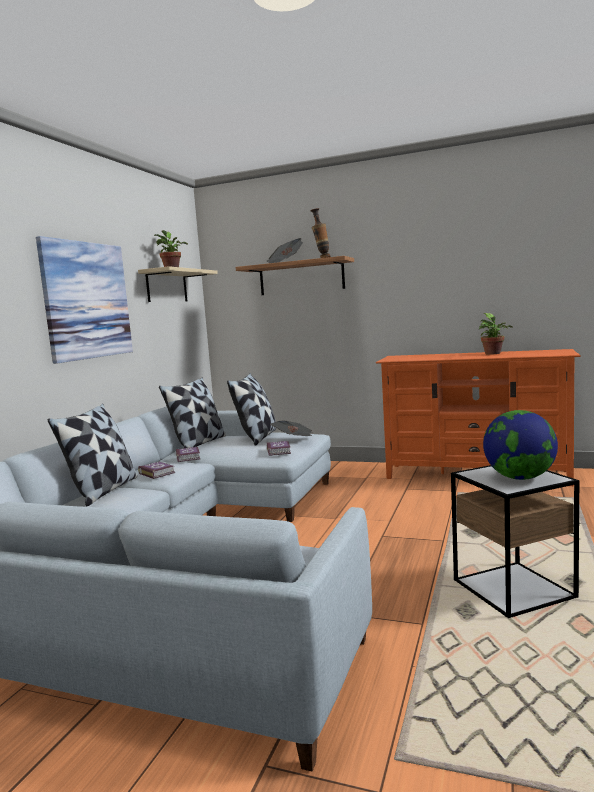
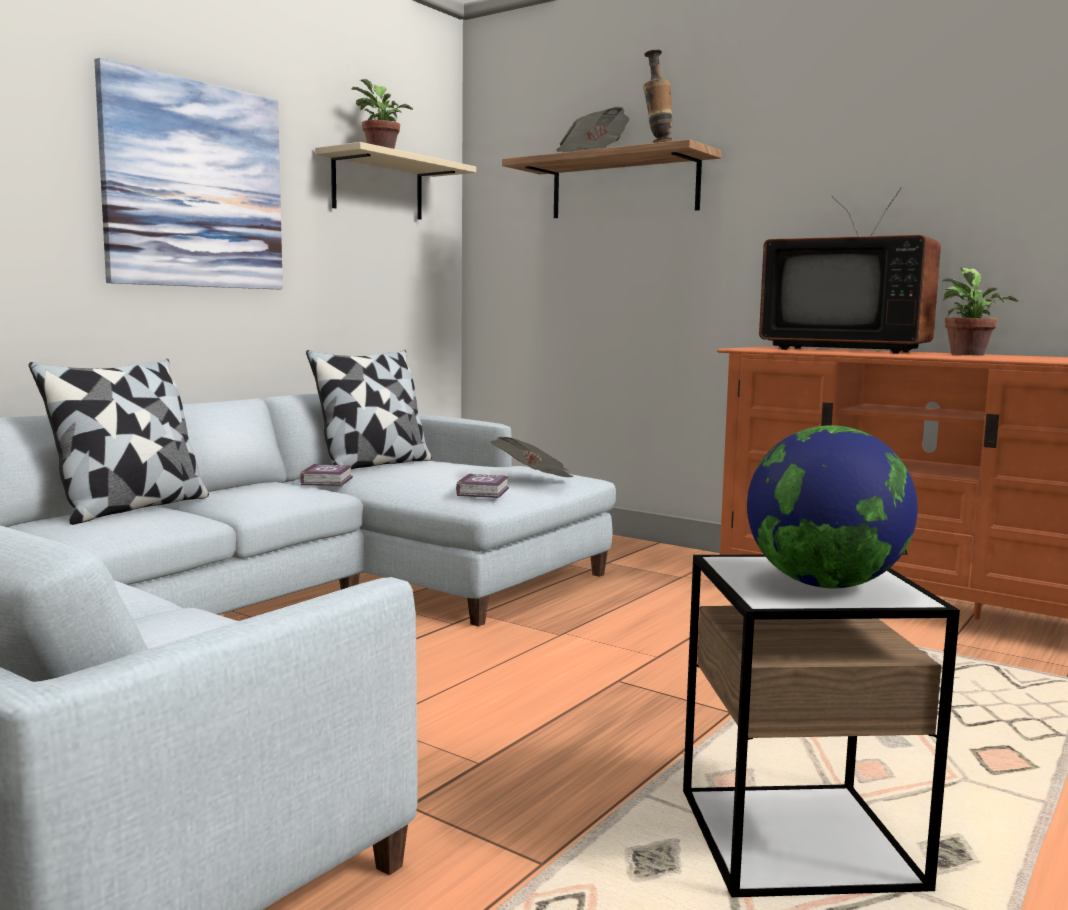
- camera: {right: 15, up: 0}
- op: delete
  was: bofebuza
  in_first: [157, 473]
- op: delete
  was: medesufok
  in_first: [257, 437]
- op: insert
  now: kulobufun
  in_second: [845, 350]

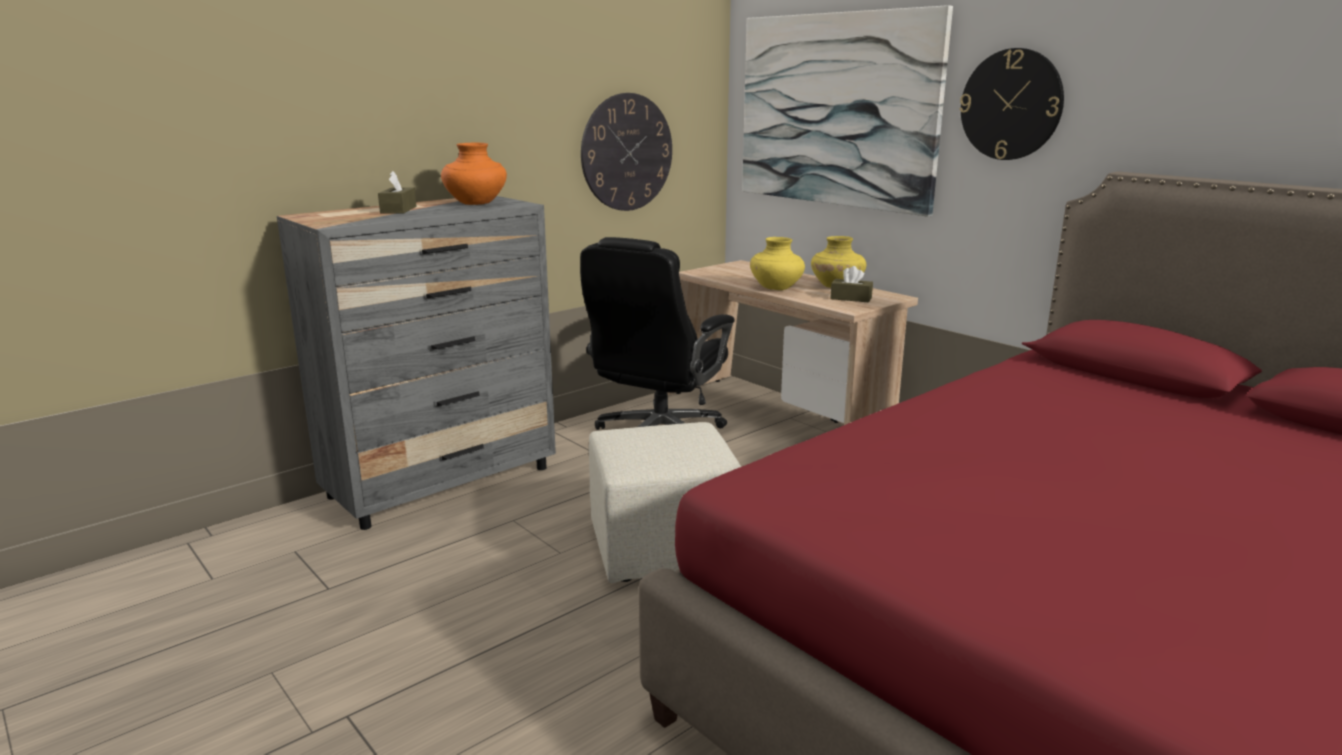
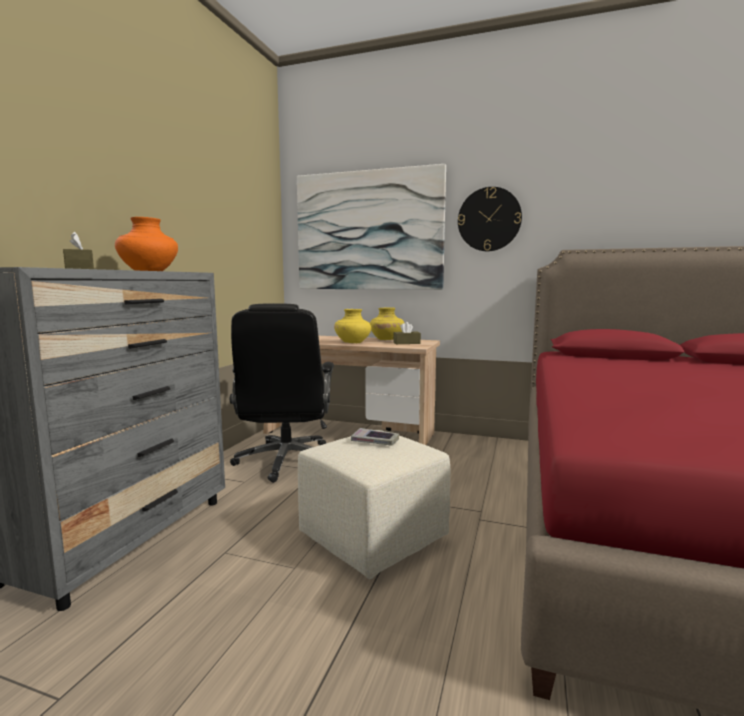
- camera: {right: -30, up: -10}
- op: delete
  was: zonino
  in_first: [627, 152]
- op: insert
  now: bofebuza
  in_second: [375, 441]

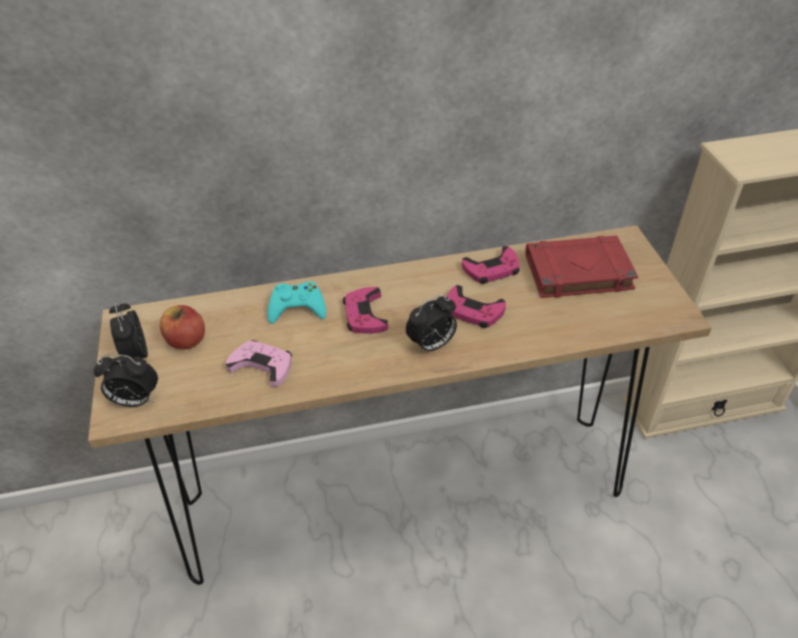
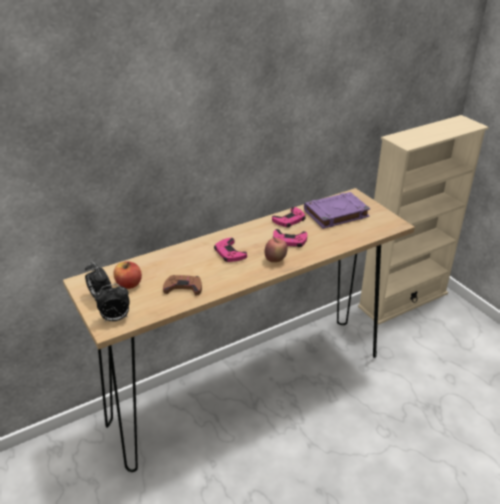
- camera: {right: -20, up: -10}
- op: recolor
  was: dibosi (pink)
  now: dibosi (brown)
  in_first: [262, 366]
  in_second: [183, 287]
- op: delete
  was: dibosi (turquoise)
  in_first: [297, 307]
- op: replace
  was: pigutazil
  now: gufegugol
  in_first: [431, 345]
  in_second: [275, 260]
- op: recolor
  was: bofebuza (red)
  now: bofebuza (purple)
  in_first: [577, 272]
  in_second: [335, 214]

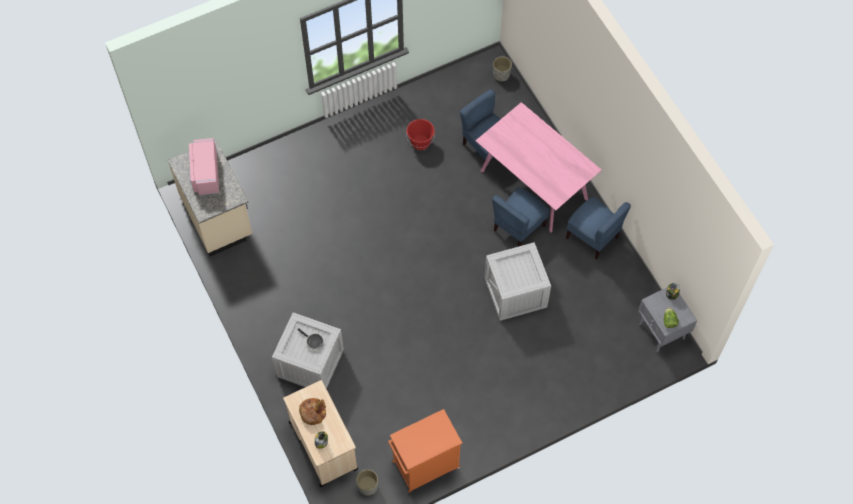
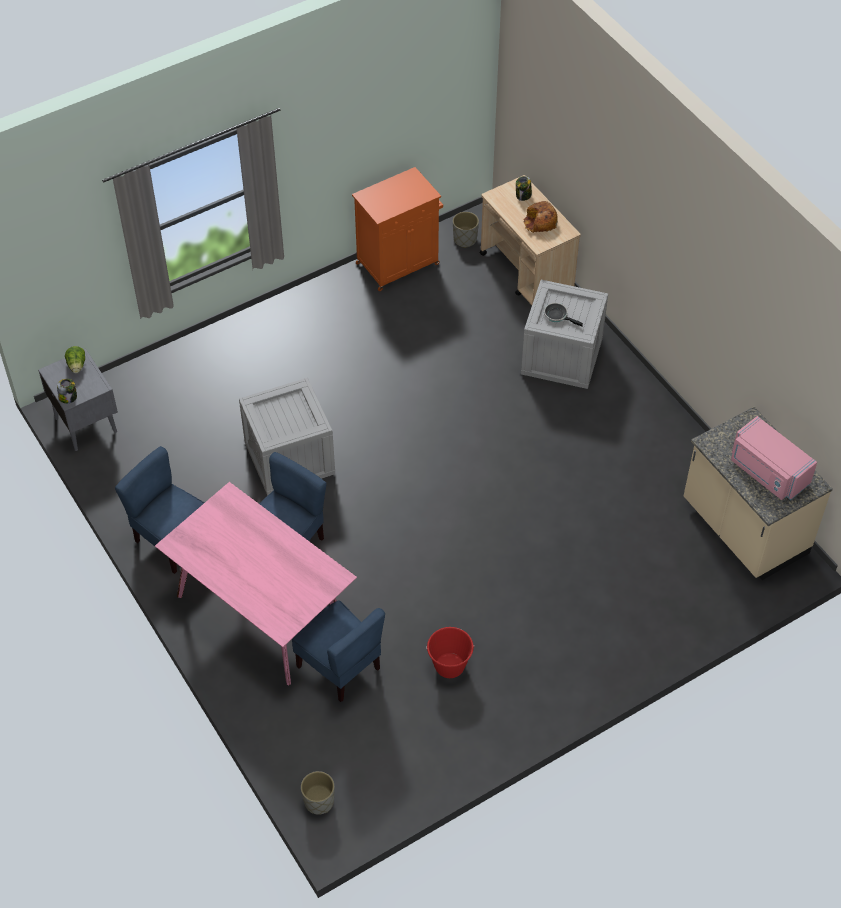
- camera: {right: 175, up: -10}
- op: rotate
  was: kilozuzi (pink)
  in_first: [205, 173]
  in_second: [767, 472]
  clockwise: 150

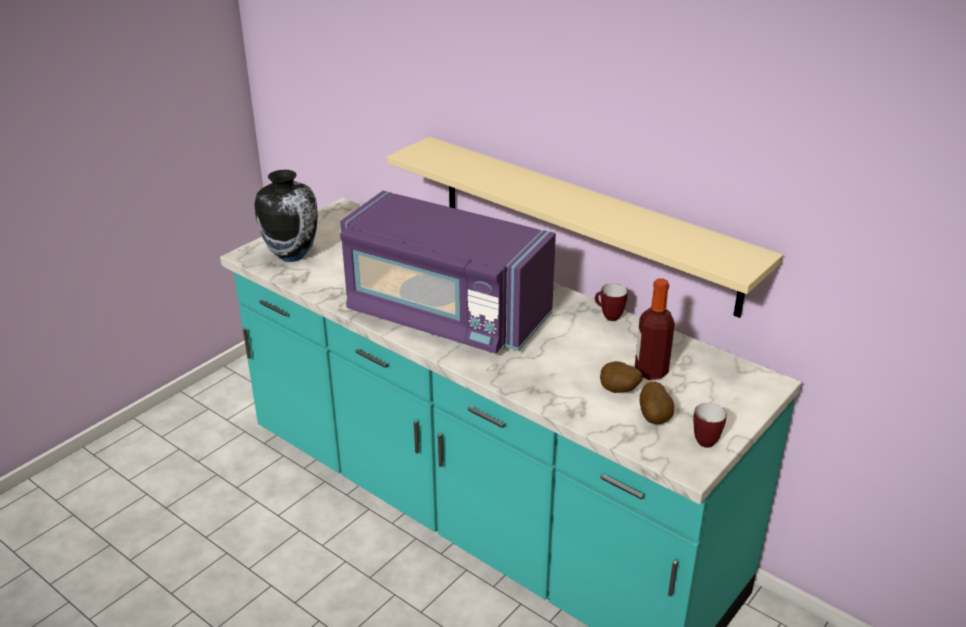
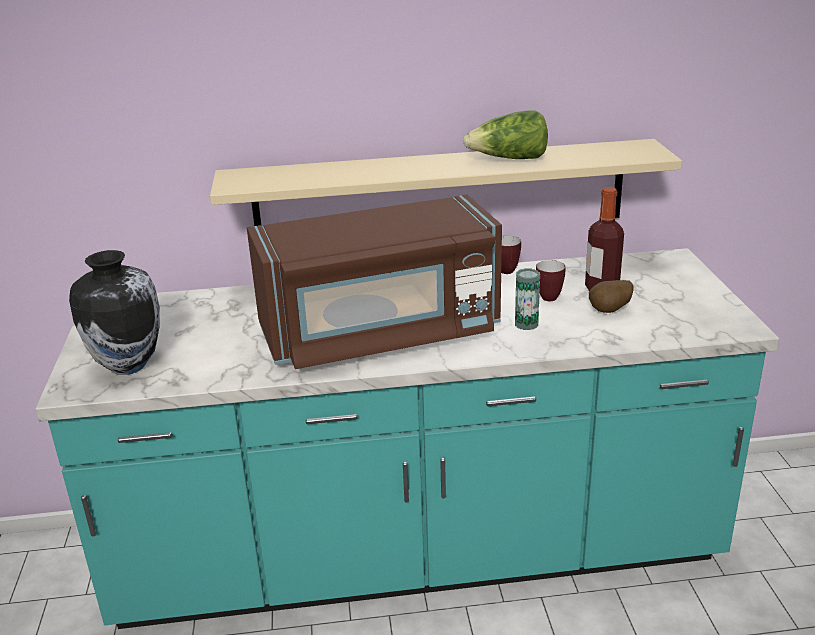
- camera: {right: -45, up: -5}
- op: recolor
  was: kilozuzi (purple)
  now: kilozuzi (brown)
  in_first: [445, 315]
  in_second: [380, 333]
- op: delete
  was: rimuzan
  in_first: [655, 417]
- op: move
  was: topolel
  in_first: [707, 440]
  in_second: [547, 296]
- op: insert
  now: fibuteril
  in_second: [509, 160]
- op: insert
  now: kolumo
  in_second: [526, 324]

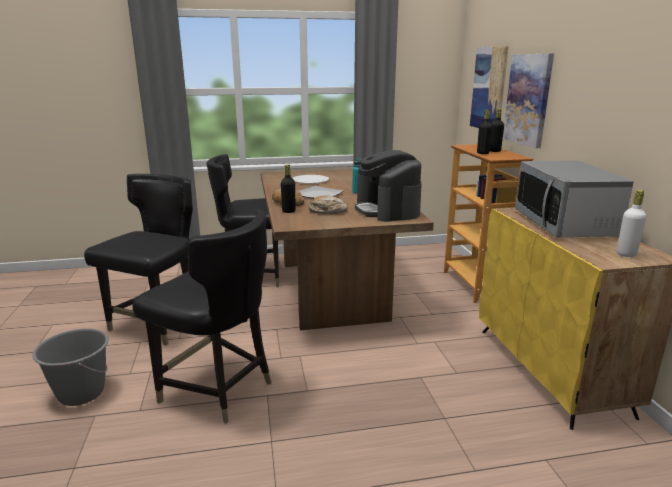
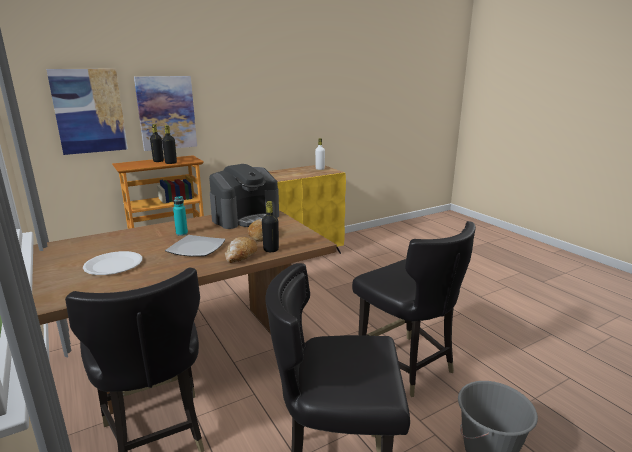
- camera: {right: -110, up: 0}
- op: rotate
  was: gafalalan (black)
  in_first: [218, 389]
  in_second: [406, 365]
  clockwise: 135
- op: delete
  was: kilozuzi
  in_first: [564, 225]

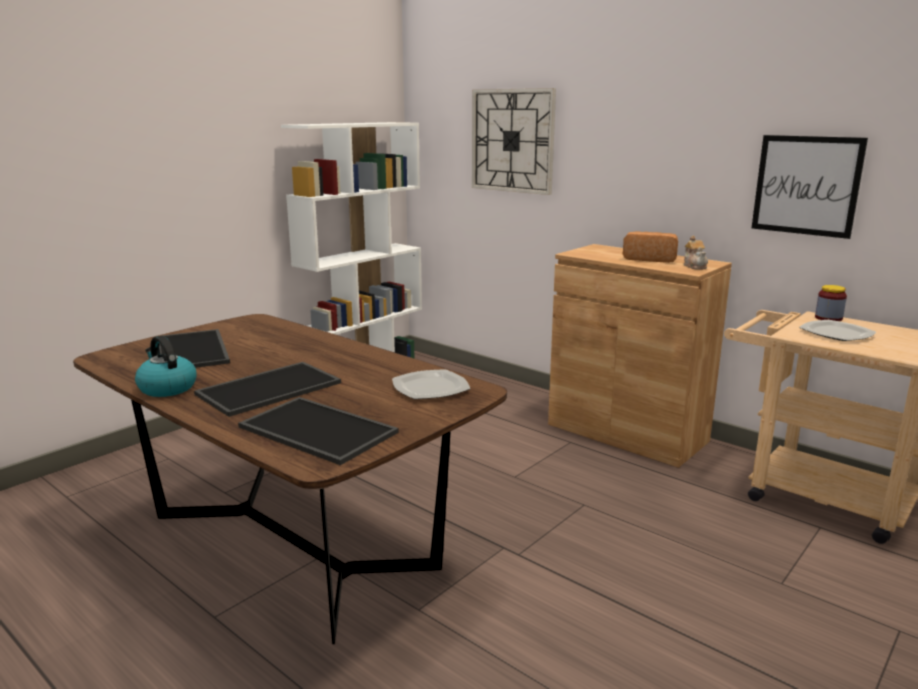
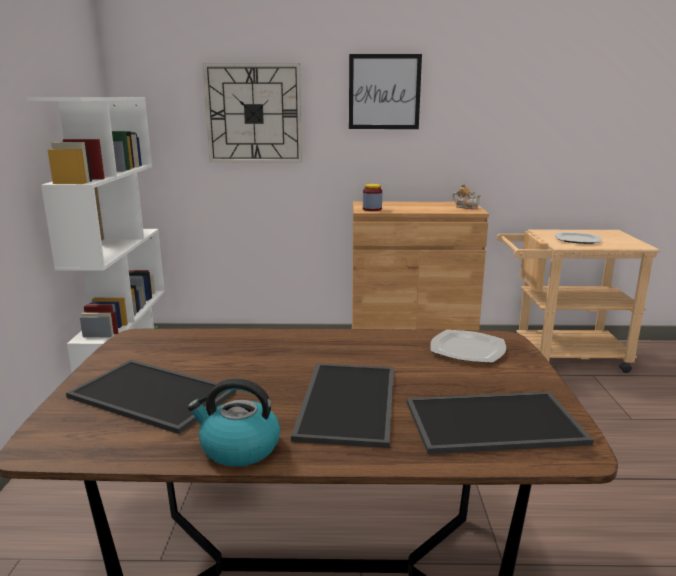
- camera: {right: -40, up: 0}
- op: delete
  was: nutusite
  in_first: [650, 259]
- op: move
  was: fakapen
  in_first: [806, 185]
  in_second: [384, 92]
- op: move
  was: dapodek
  in_first: [828, 318]
  in_second: [372, 209]

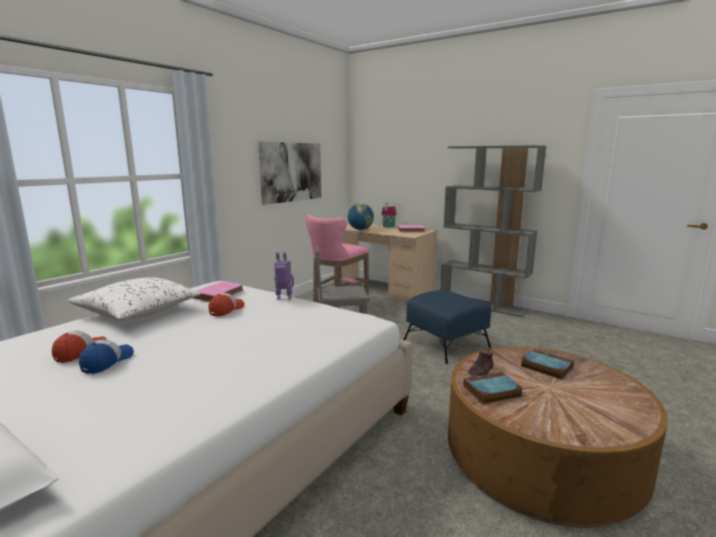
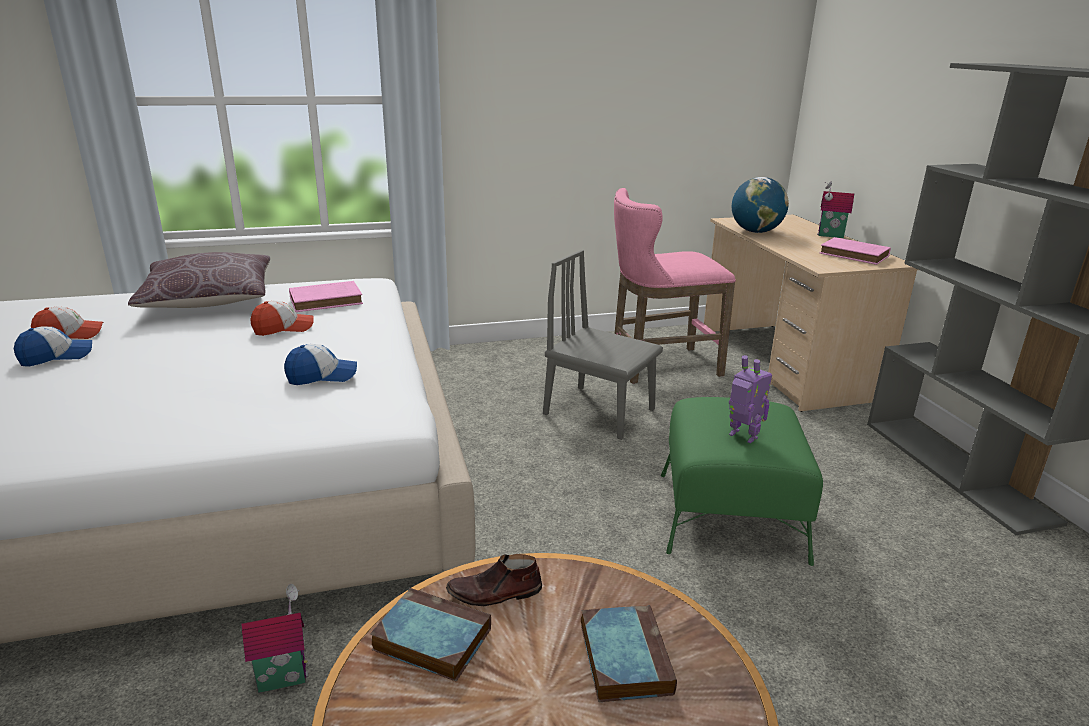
- camera: {right: 40, up: 10}
- op: recolor
  was: medesufok (white)
  now: medesufok (brown)
  in_first: [138, 312]
  in_second: [209, 300]
- op: delete
  was: fakapen
  in_first: [292, 172]
- op: move
  was: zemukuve
  in_first: [283, 298]
  in_second: [742, 437]
- op: recolor
  was: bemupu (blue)
  now: bemupu (green)
  in_first: [446, 344]
  in_second: [729, 516]
- op: insert
  now: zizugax
  in_second: [283, 677]
- op: insert
  now: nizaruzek
  in_second: [322, 376]

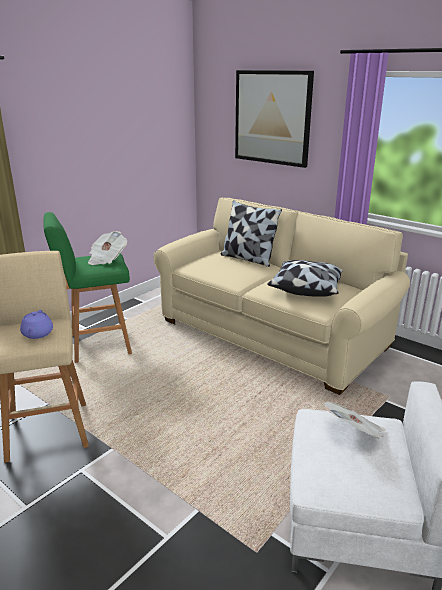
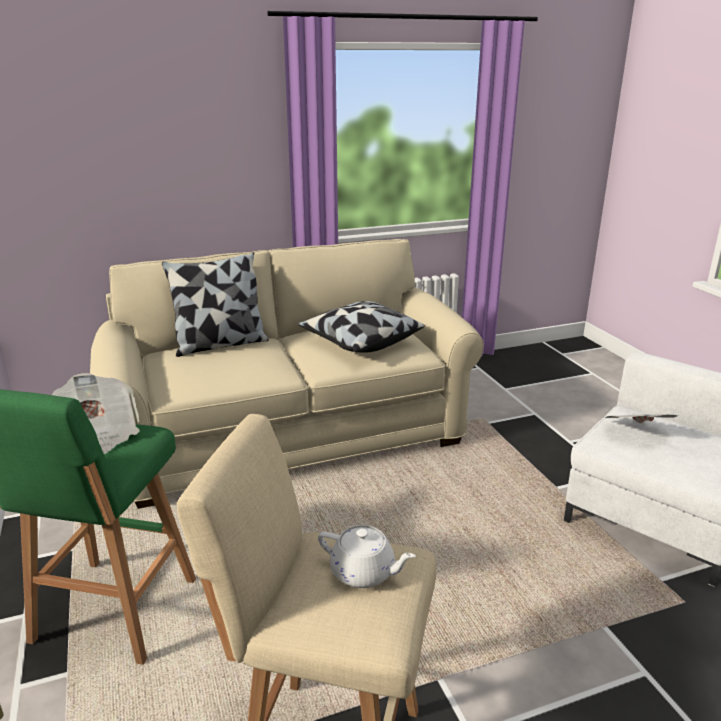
- camera: {right: -60, up: 0}
- op: recolor
  was: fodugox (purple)
  now: fodugox (white)
  in_first: [37, 334]
  in_second: [364, 572]
- op: delete
  was: fakapen
  in_first: [272, 117]

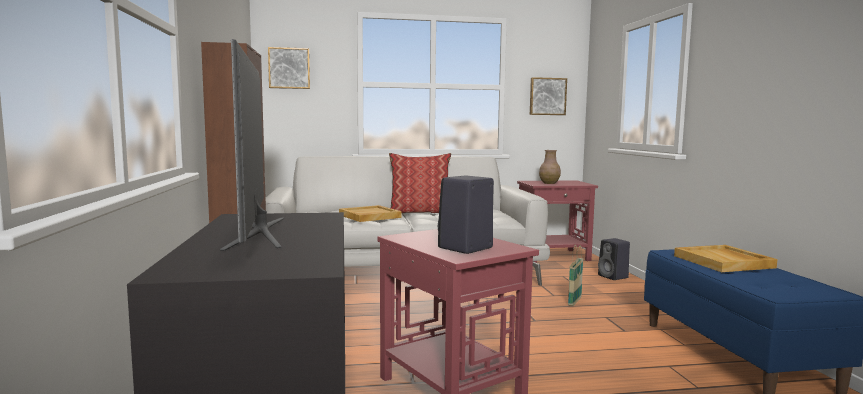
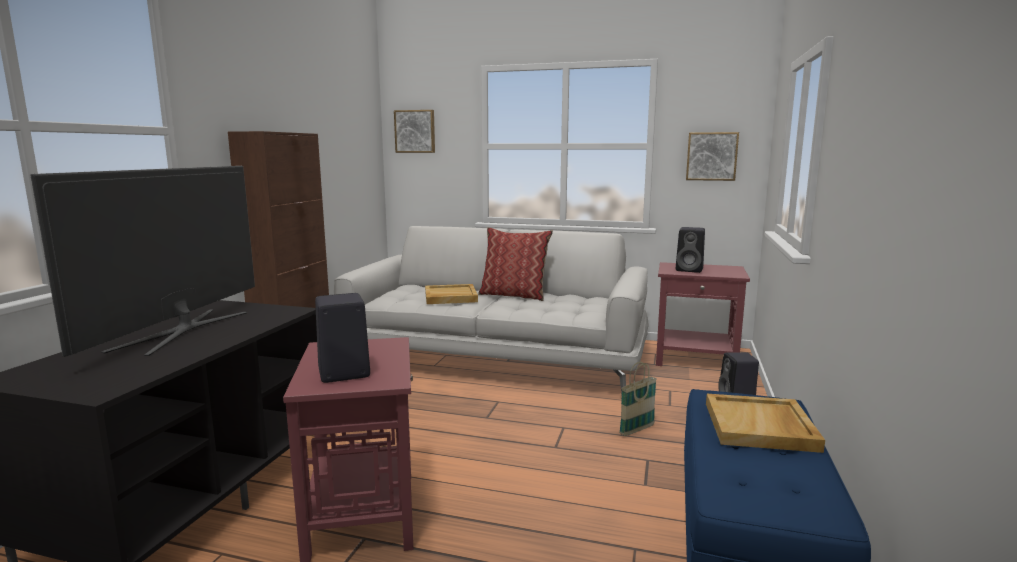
- camera: {right: 25, up: 5}
- op: replace
  was: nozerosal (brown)
  now: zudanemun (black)
  in_first: [549, 183]
  in_second: [690, 270]

